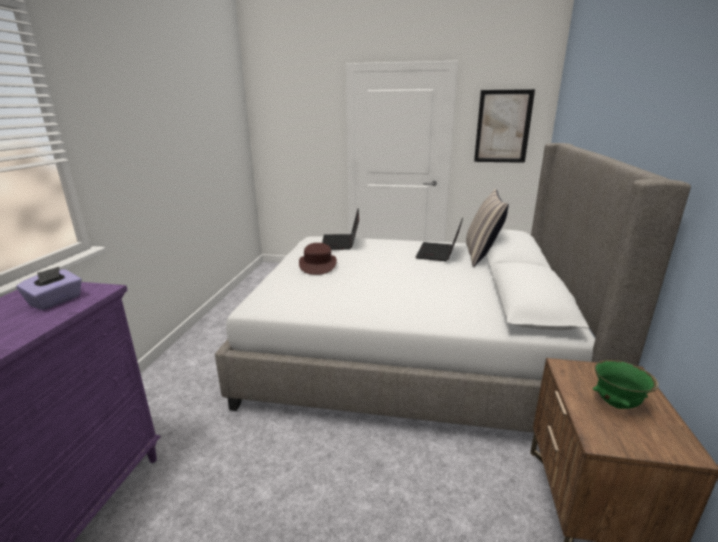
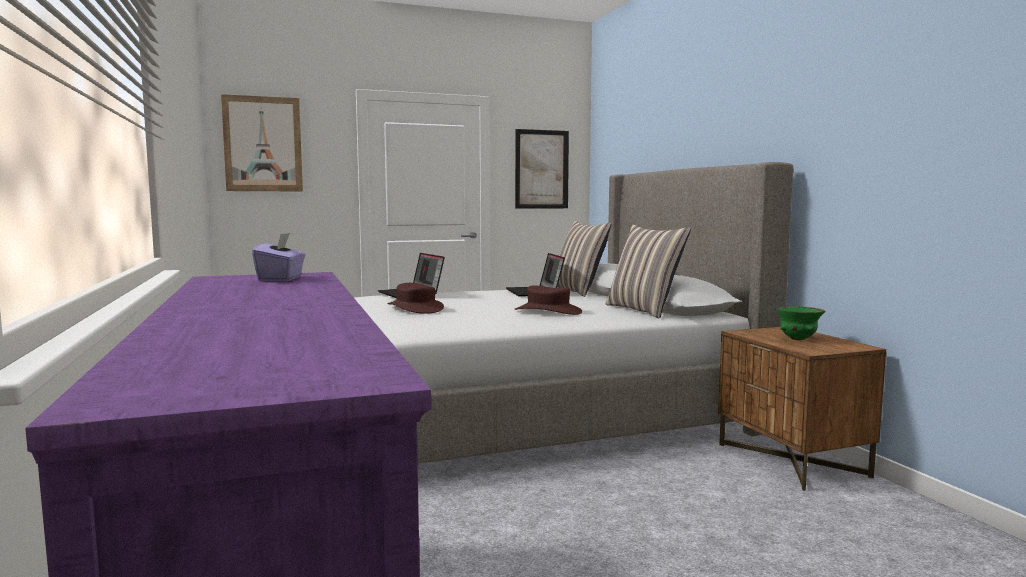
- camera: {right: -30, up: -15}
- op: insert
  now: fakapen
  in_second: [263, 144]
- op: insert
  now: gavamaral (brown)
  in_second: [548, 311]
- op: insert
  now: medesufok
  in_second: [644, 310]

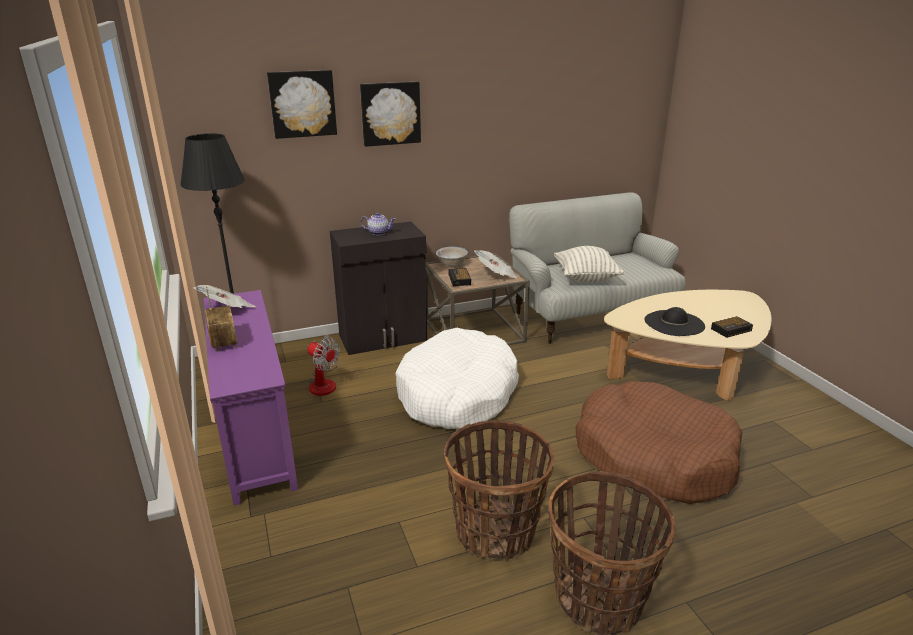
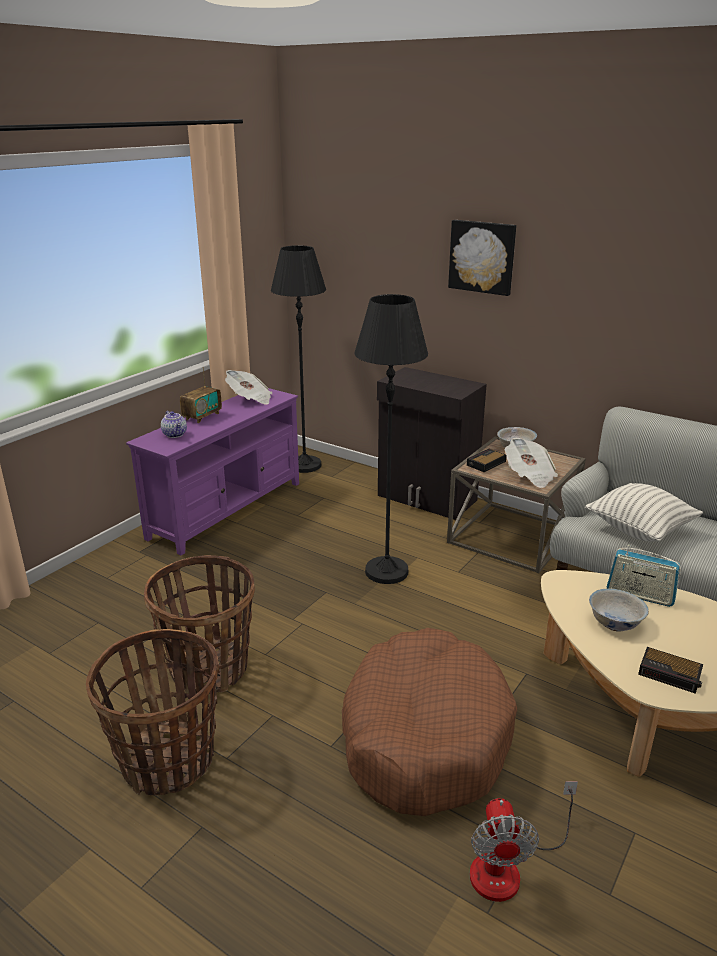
- camera: {right: 55, up: 0}
- op: delete
  was: fakapen
  in_first: [302, 104]
- op: move
  was: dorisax
  in_first: [324, 382]
  in_second: [508, 867]
- op: move
  was: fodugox
  in_first: [379, 233]
  in_second: [175, 434]
- op: replace
  was: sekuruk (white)
  now: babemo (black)
  in_first: [457, 394]
  in_second: [386, 571]
- op: replace
  was: gavamaral (black)
  now: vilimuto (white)
  in_first: [674, 323]
  in_second: [614, 622]
- op: insert
  now: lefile
  in_second: [640, 595]

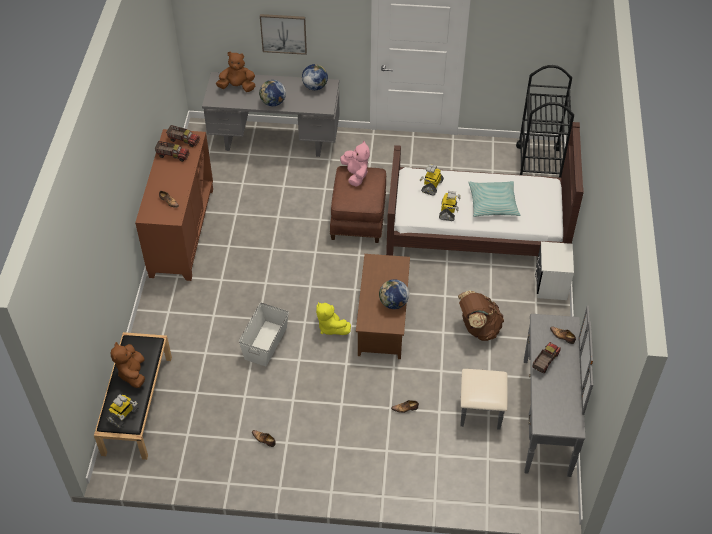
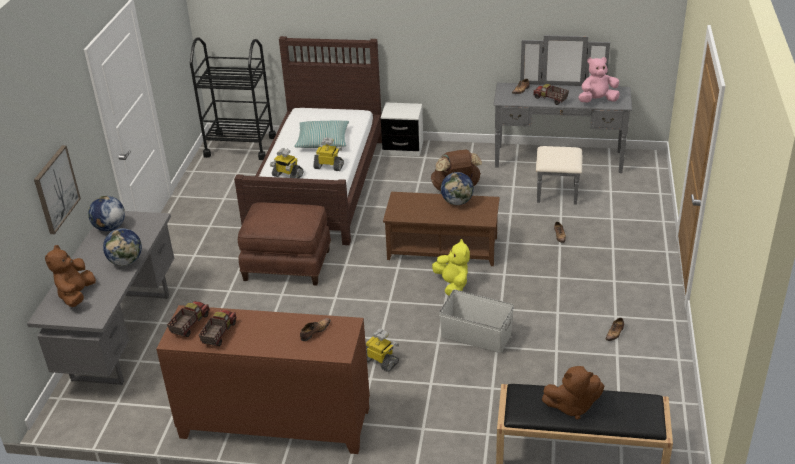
- camera: {right: -85, up: -15}
- op: move
  was: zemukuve
  in_first: [123, 415]
  in_second: [381, 361]
- op: rotate
  was: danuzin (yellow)
  in_first: [330, 327]
  in_second: [452, 285]
  clockwise: -75
- op: move
  was: danuzin (pink)
  in_first: [355, 175]
  in_second: [597, 100]

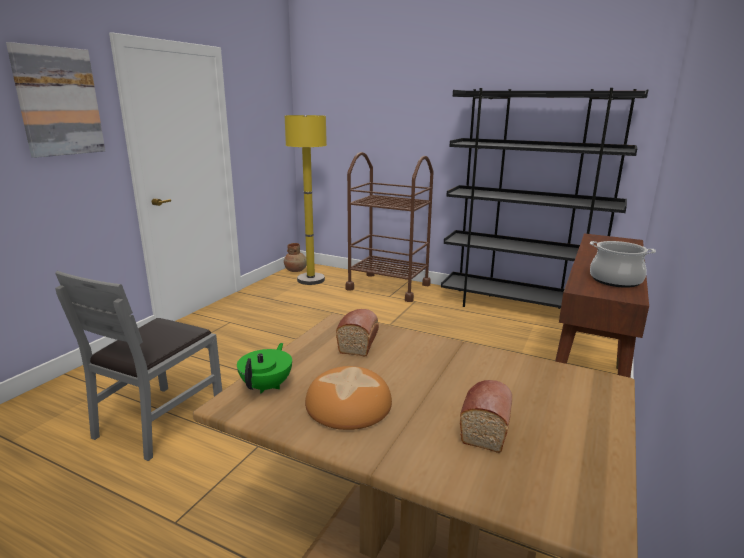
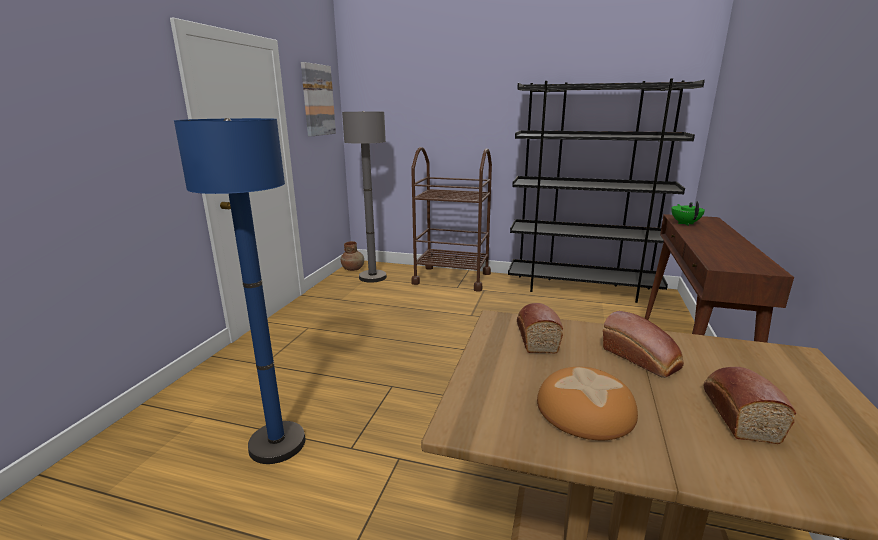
- camera: {right: -10, up: 0}
- op: move
  was: fakapen
  in_first: [58, 102]
  in_second: [317, 100]
- op: replace
  was: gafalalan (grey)
  now: babemo (blue)
  in_first: [159, 420]
  in_second: [277, 444]
- op: move
  was: fodugox (green)
  in_first: [267, 386]
  in_second: [685, 223]
- op: recolor
  was: babemo (yellow)
  now: babemo (grey)
  in_first: [311, 280]
  in_second: [372, 277]
- op: delete
  was: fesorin
  in_first: [615, 280]
- op: insert
  now: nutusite
  in_second: [642, 359]

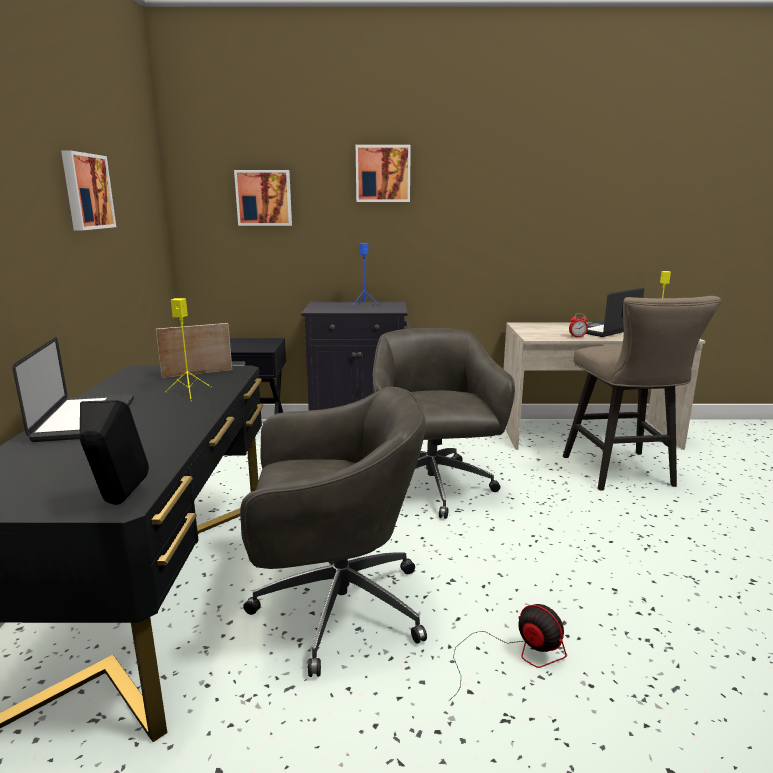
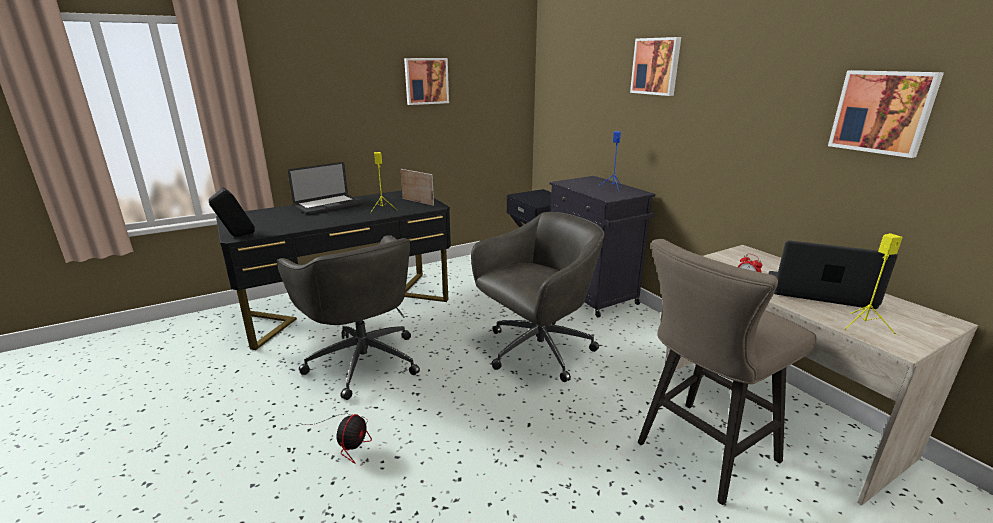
- camera: {right: 60, up: 5}
- op: move
  was: fakapen
  in_first: [264, 198]
  in_second: [883, 112]

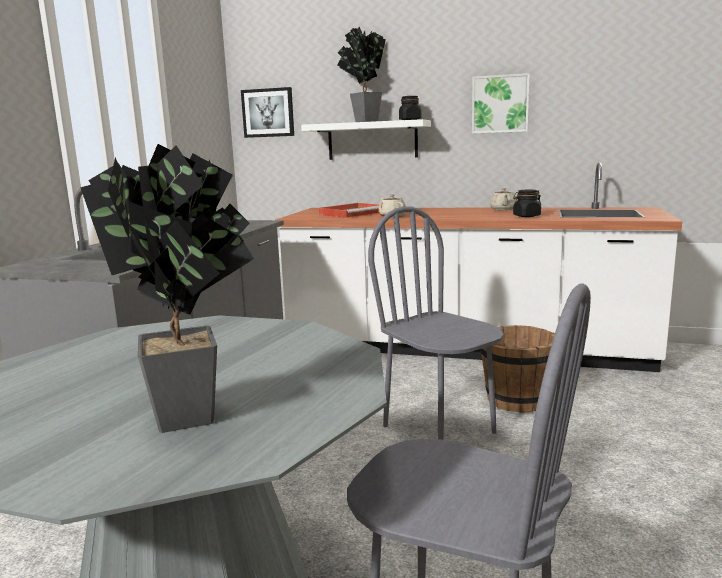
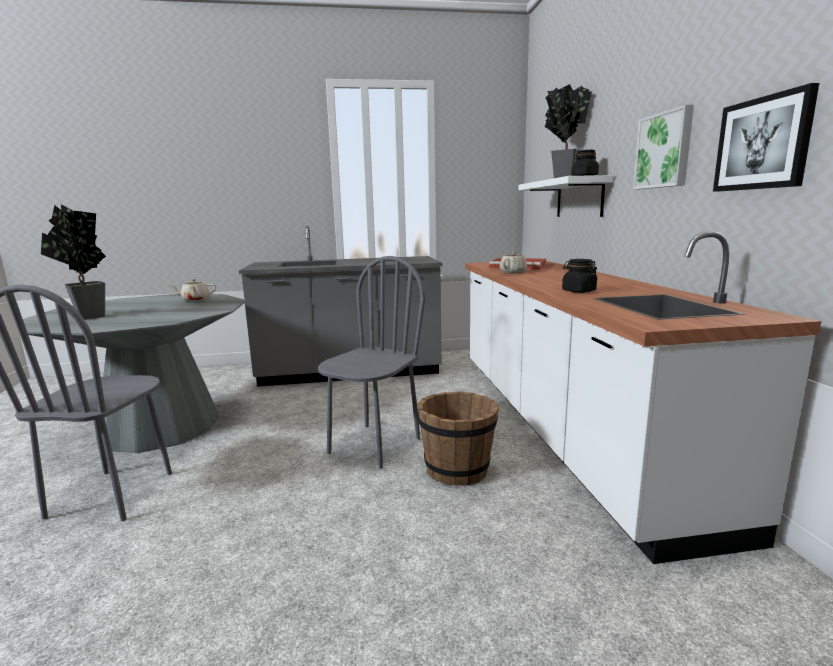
- camera: {right: 65, up: 0}
- op: move
  was: fakapen
  in_first: [268, 113]
  in_second: [763, 143]
- op: move
  was: fodugox (beige)
  in_first: [503, 209]
  in_second: [195, 299]

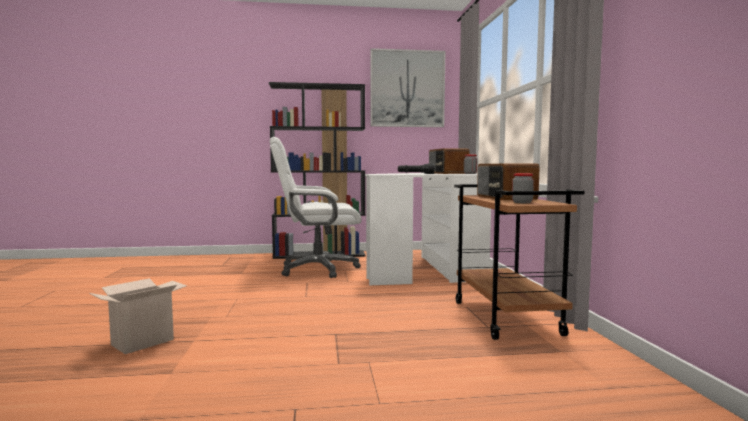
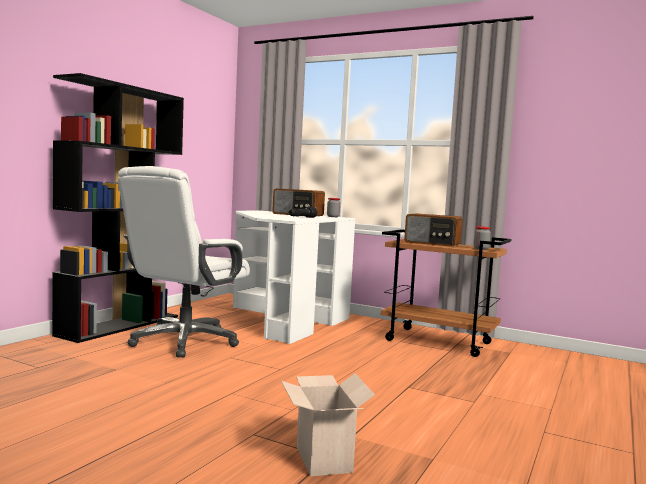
- camera: {right: -55, up: 0}
- op: delete
  was: fakapen
  in_first: [407, 89]

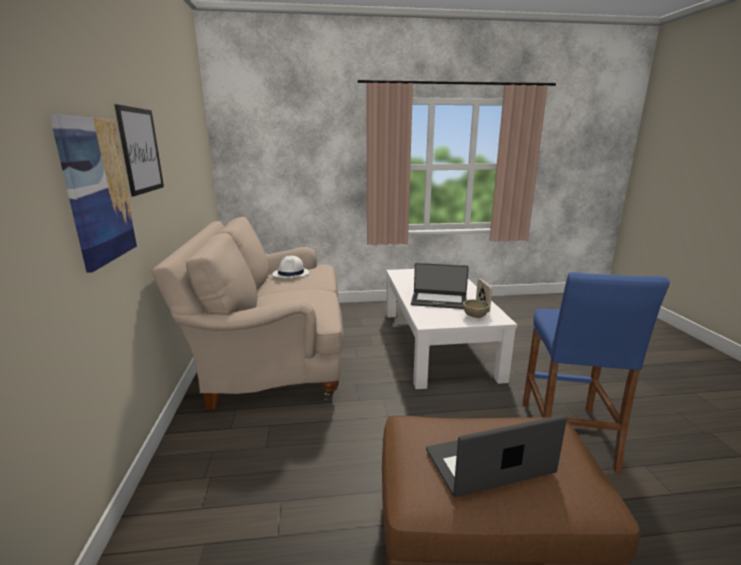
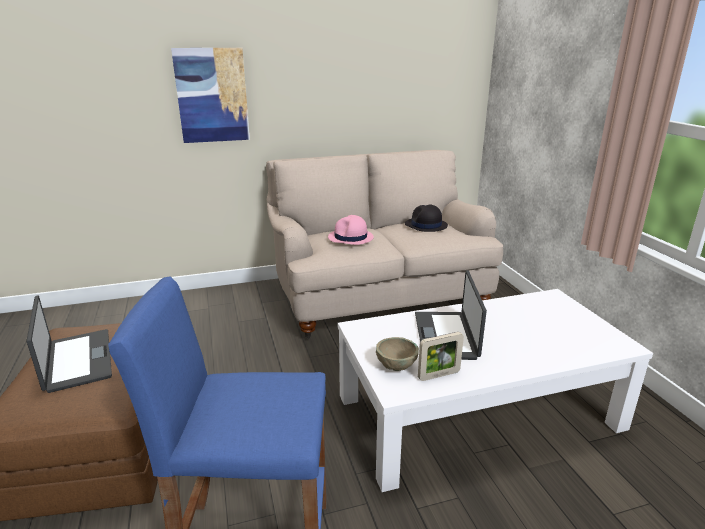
- camera: {right: 80, up: 5}
- op: delete
  was: fakapen
  in_first: [140, 150]
- op: recolor
  was: gavamaral (white)
  now: gavamaral (black)
  in_first: [291, 273]
  in_second: [426, 225]
- op: insert
  now: gavamaral (pink)
  in_second: [350, 238]

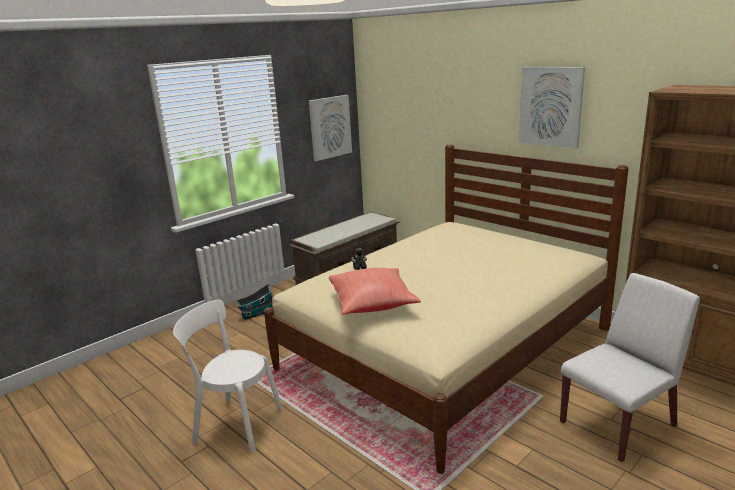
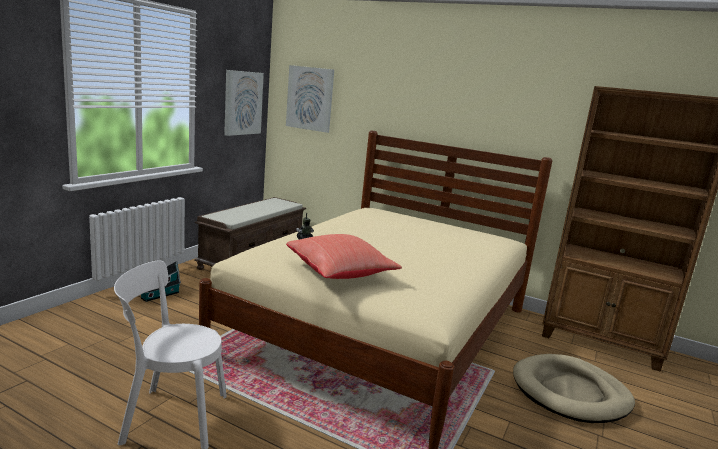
- camera: {right: -20, up: -5}
- op: move
  was: fakapen
  in_first: [551, 106]
  in_second: [310, 98]
- op: replace
  was: gafalalan (white)
  now: sekuruk (beige)
  in_first: [618, 423]
  in_second: [570, 392]

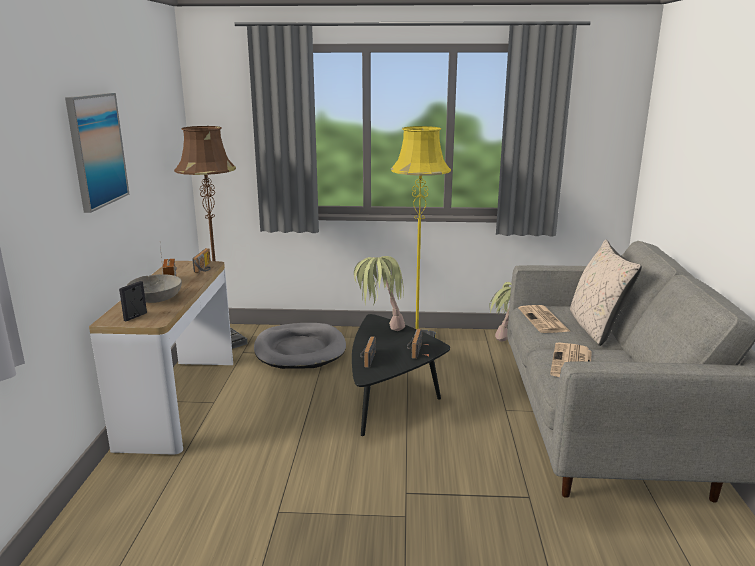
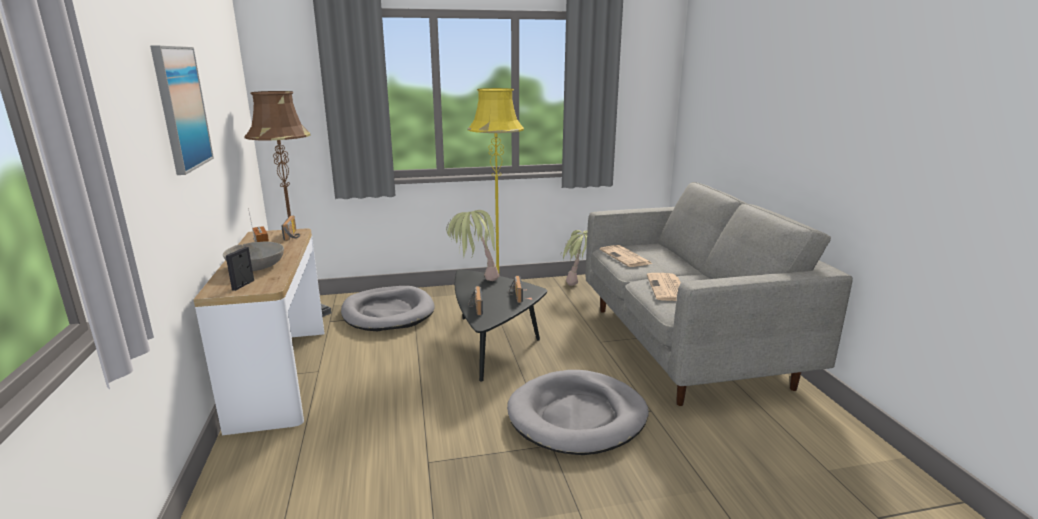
- camera: {right: -15, up: 0}
- op: delete
  was: medesufok (beige)
  in_first: [596, 328]
- op: insert
  now: sekuruk (grey)
  in_second: [577, 416]

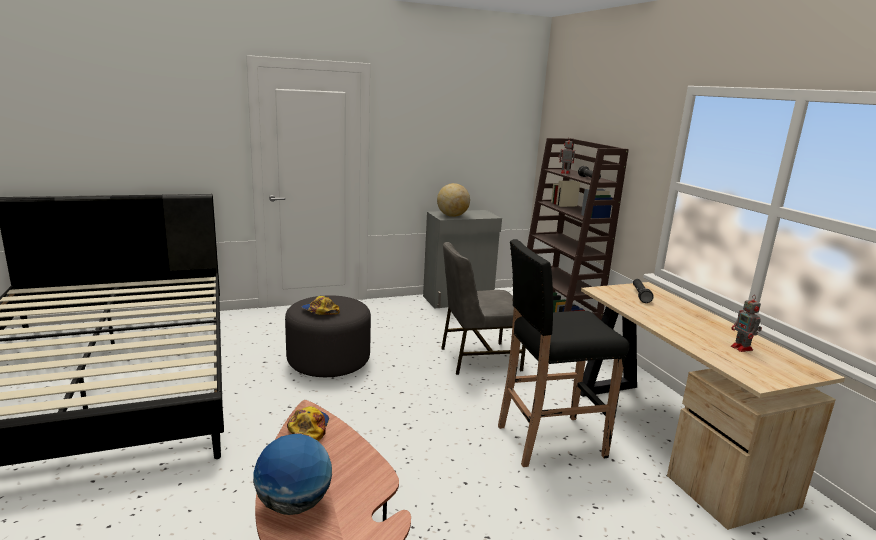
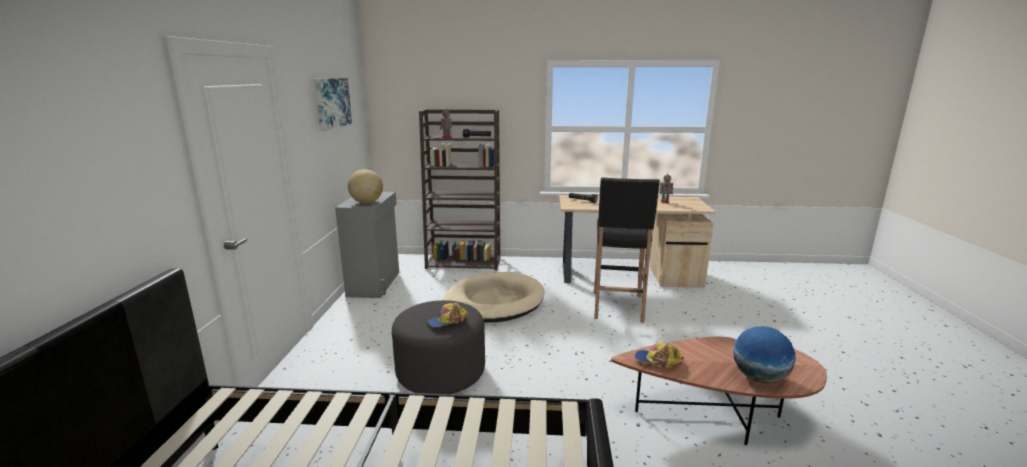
- camera: {right: -65, up: 0}
- op: replace
  was: gafalalan (grey)
  now: sekuruk (beige)
  in_first: [478, 358]
  in_second: [494, 302]
- op: insert
  now: fakapen
  in_second: [332, 103]

